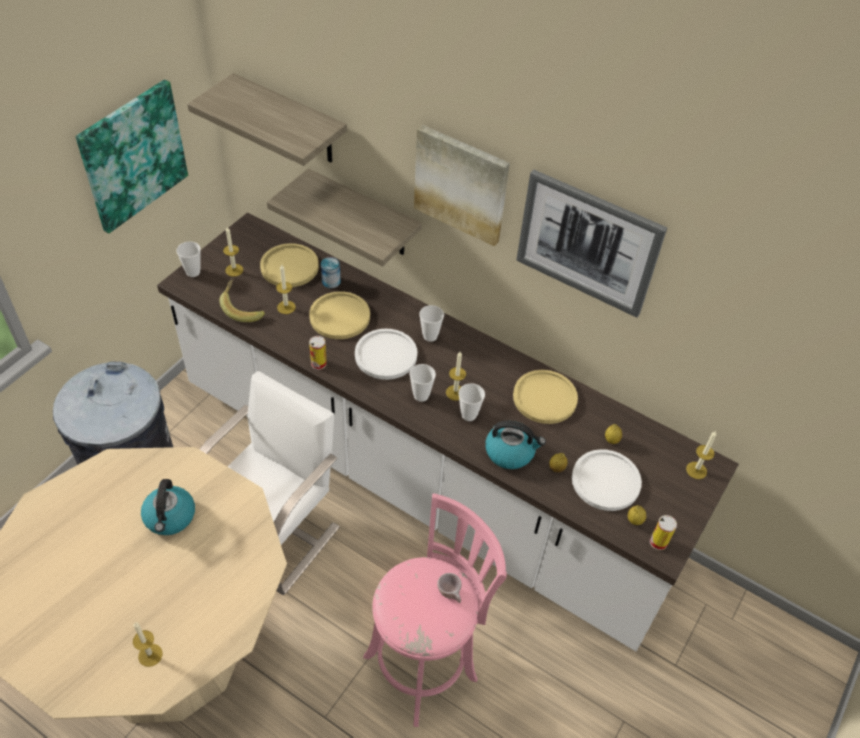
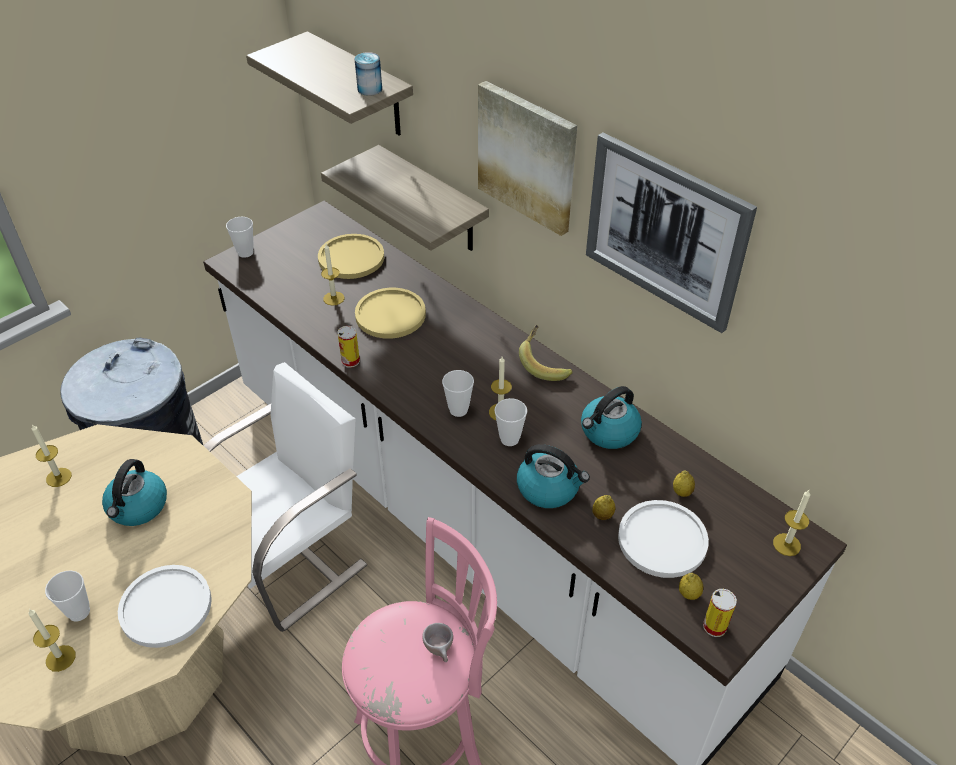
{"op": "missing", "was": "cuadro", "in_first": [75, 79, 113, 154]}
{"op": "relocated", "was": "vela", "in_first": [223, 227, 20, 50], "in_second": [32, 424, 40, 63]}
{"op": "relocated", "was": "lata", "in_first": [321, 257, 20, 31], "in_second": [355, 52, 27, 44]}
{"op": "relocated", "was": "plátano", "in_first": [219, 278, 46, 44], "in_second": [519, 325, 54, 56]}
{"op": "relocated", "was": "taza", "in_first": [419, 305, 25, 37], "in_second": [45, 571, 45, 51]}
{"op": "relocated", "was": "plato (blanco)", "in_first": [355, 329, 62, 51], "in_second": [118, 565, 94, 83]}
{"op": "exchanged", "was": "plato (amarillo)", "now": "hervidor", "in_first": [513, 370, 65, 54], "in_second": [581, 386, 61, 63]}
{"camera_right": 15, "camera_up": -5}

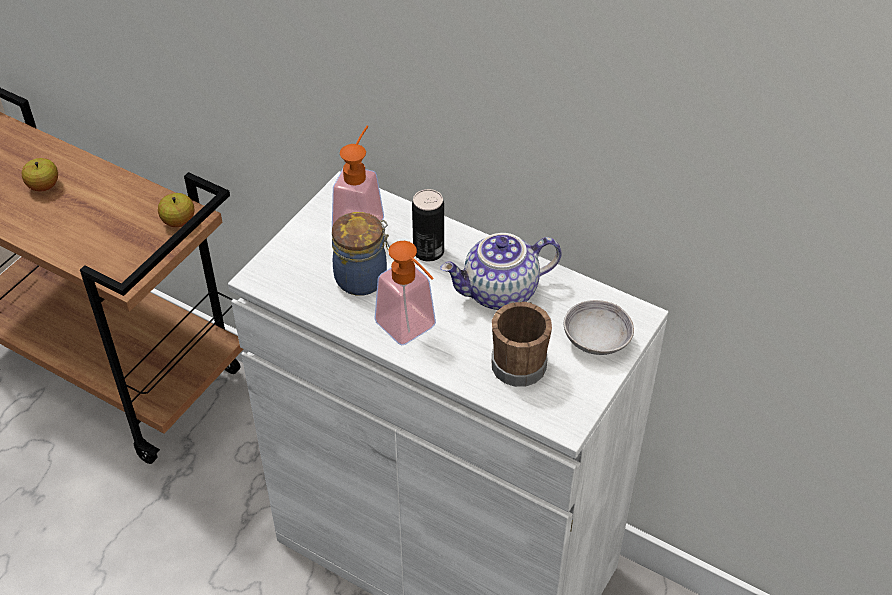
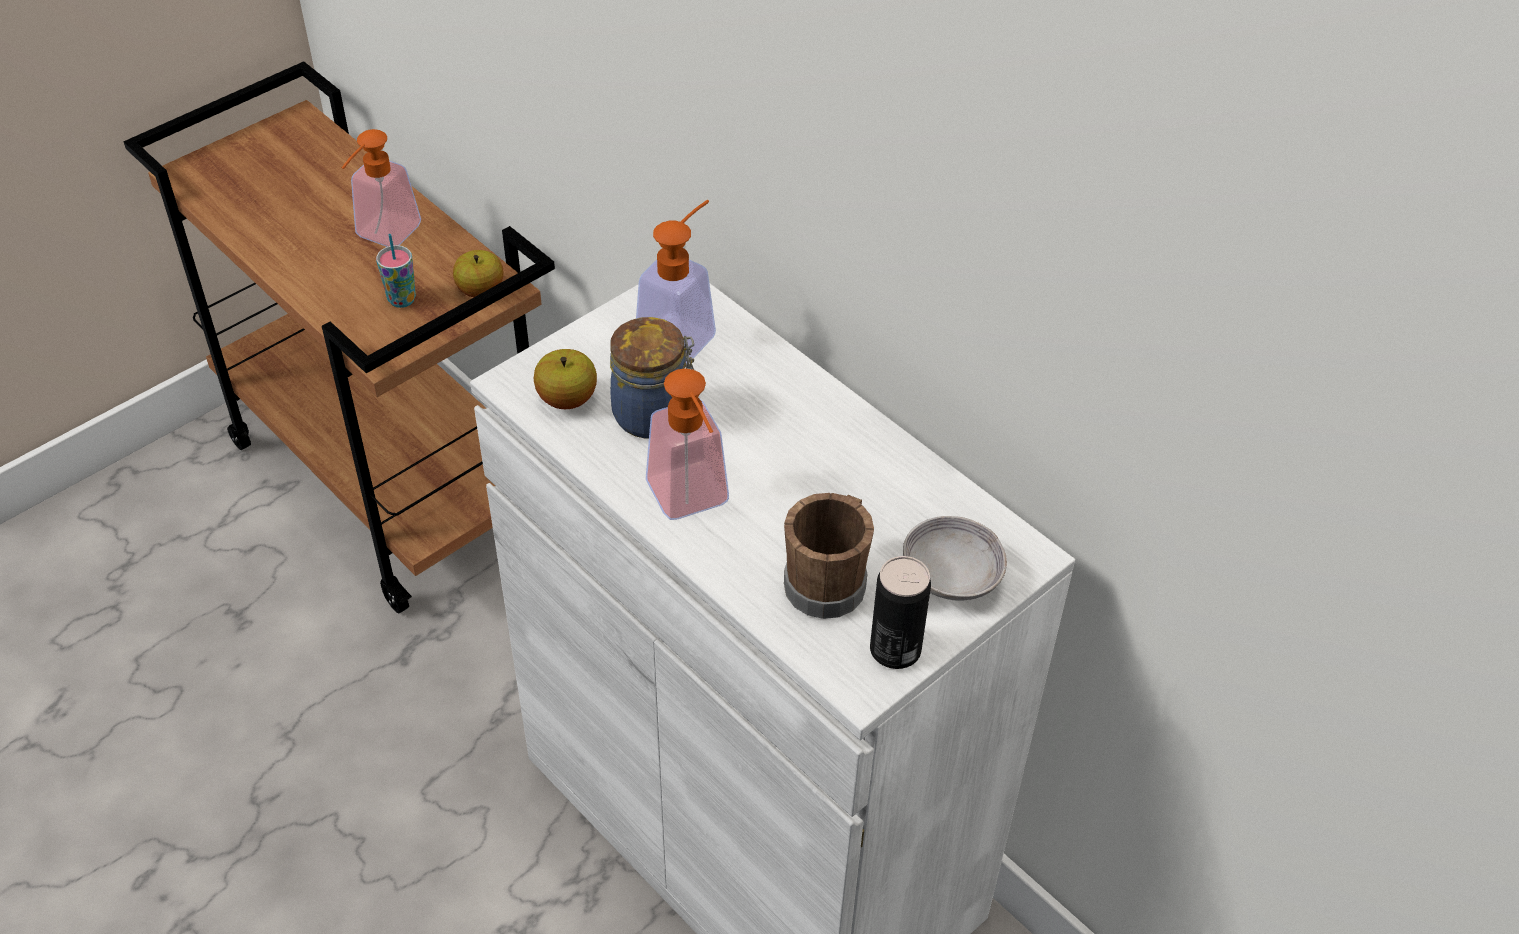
{"op": "relocated", "was": "manzana", "in_first": [22, 158, 36, 33], "in_second": [534, 349, 63, 60]}
{"op": "relocated", "was": "lata", "in_first": [412, 189, 32, 72], "in_second": [870, 556, 61, 113]}
{"op": "missing", "was": "tetera", "in_first": [440, 233, 122, 77]}
{"op": "appeared", "now": "dispensador de jabón", "in_second": [342, 129, 79, 118]}
{"op": "appeared", "now": "taza", "in_second": [376, 234, 40, 74]}
{"camera_right": 15, "camera_up": 0}

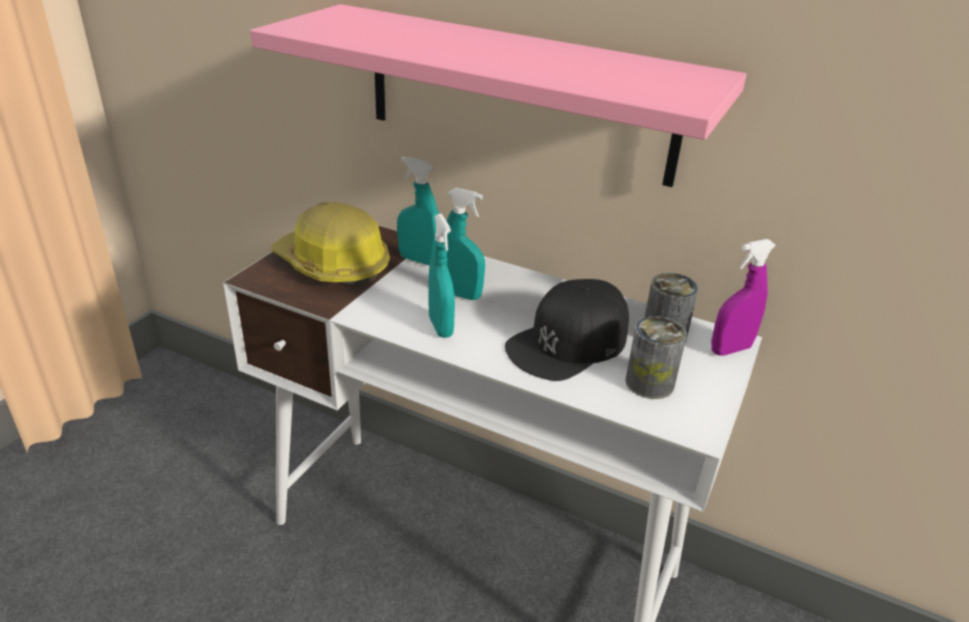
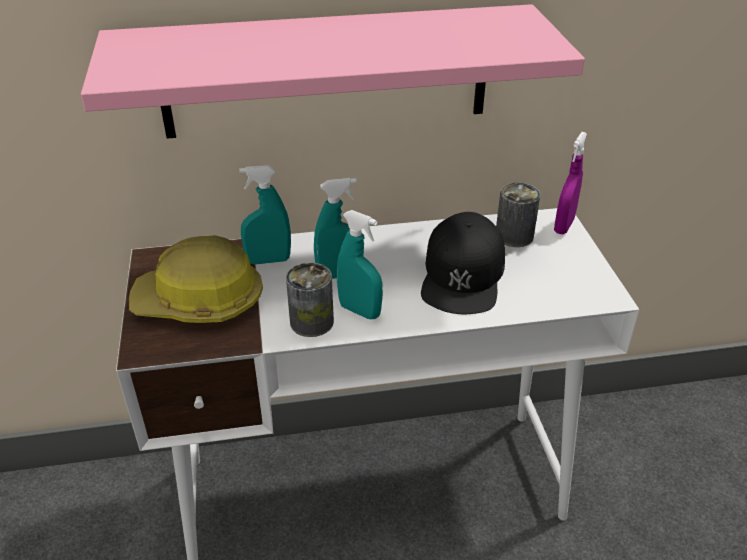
{"op": "relocated", "was": "lata", "in_first": [625, 316, 62, 83], "in_second": [286, 263, 48, 74]}
{"camera_right": -35, "camera_up": 5}

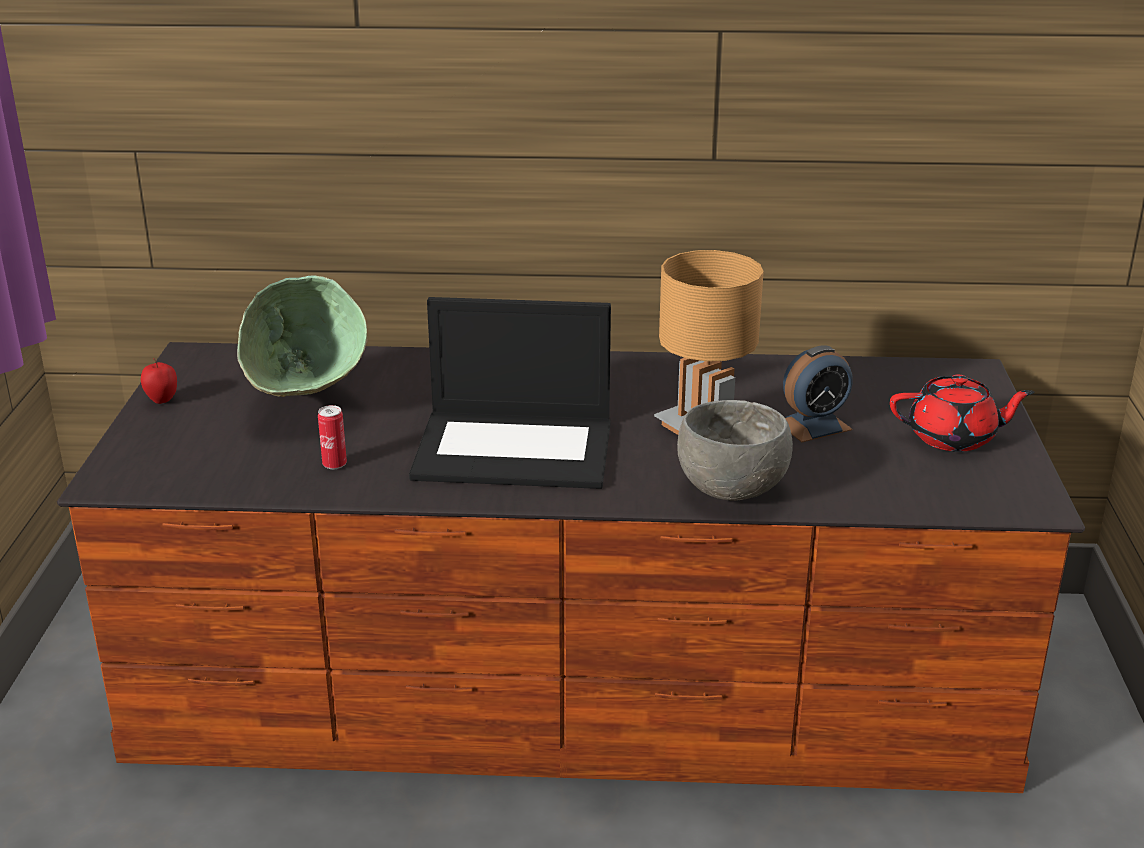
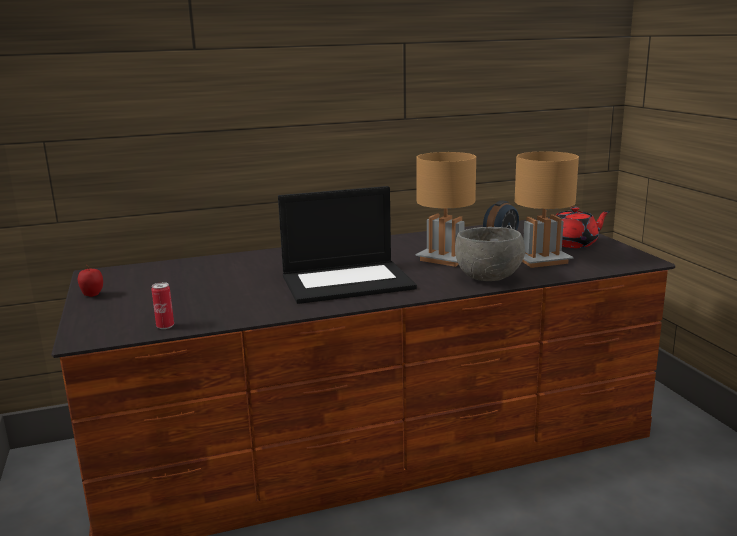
{"op": "missing", "was": "cuenco (verde)", "in_first": [237, 276, 131, 121]}
{"op": "relocated", "was": "lata", "in_first": [318, 405, 29, 64], "in_second": [151, 282, 23, 47]}
{"op": "appeared", "now": "lámpara de mesa (marrón)", "in_second": [515, 151, 64, 117]}
{"camera_right": -20, "camera_up": -10}

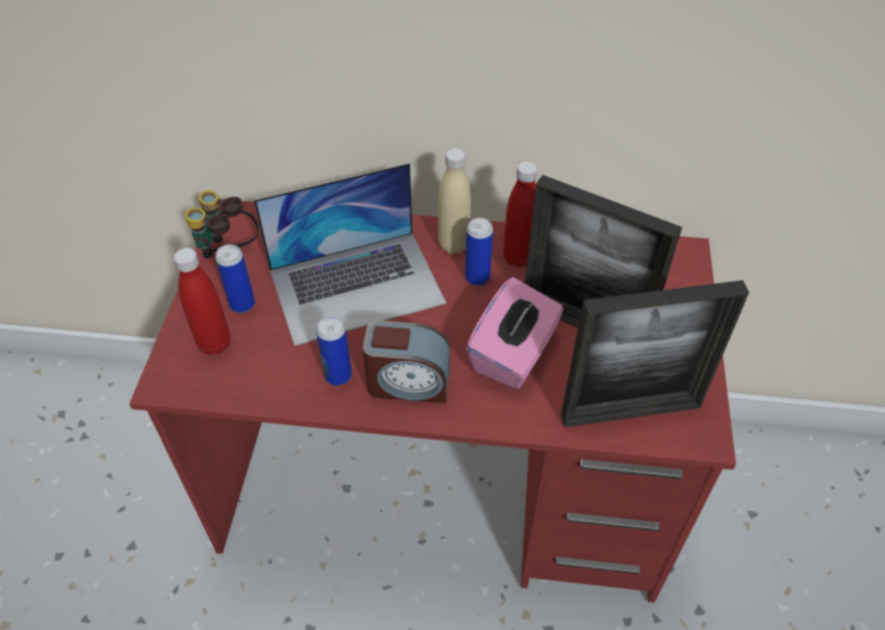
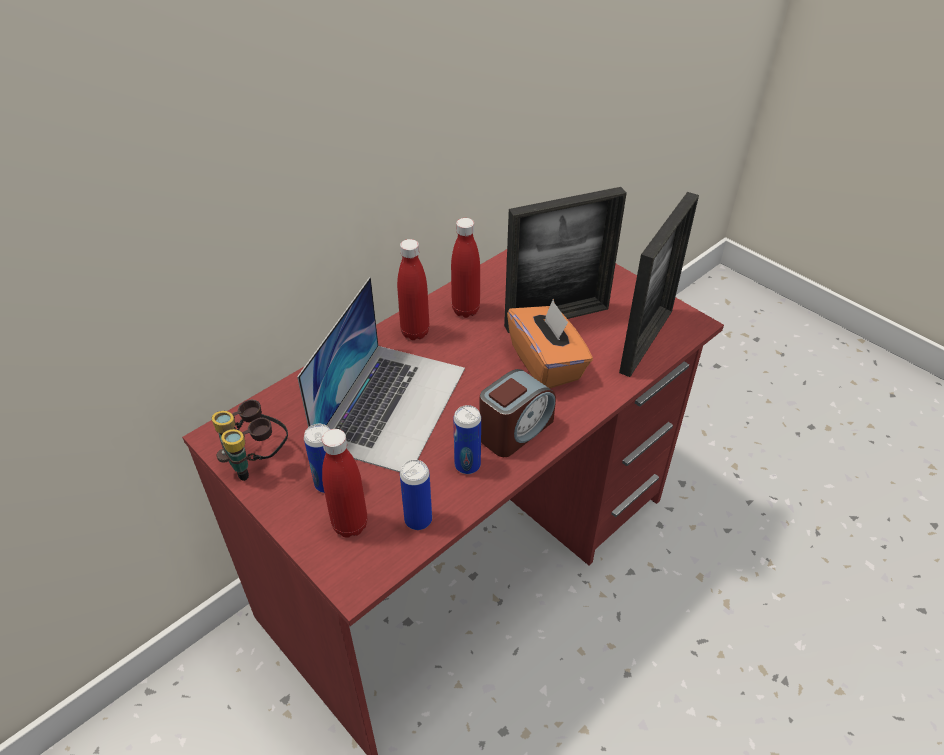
{"op": "colour", "was": "botella (beis)", "now": "botella (rojo)", "in_first": [438, 148, 33, 106], "in_second": [397, 239, 33, 101]}
{"op": "relocated", "was": "lata", "in_first": [465, 218, 28, 68], "in_second": [400, 460, 32, 70]}
{"op": "colour", "was": "caja de pañuelos (rosa)", "now": "caja de pañuelos (naranja)", "in_first": [466, 277, 98, 112], "in_second": [507, 299, 86, 90]}
{"camera_right": -50, "camera_up": -5}

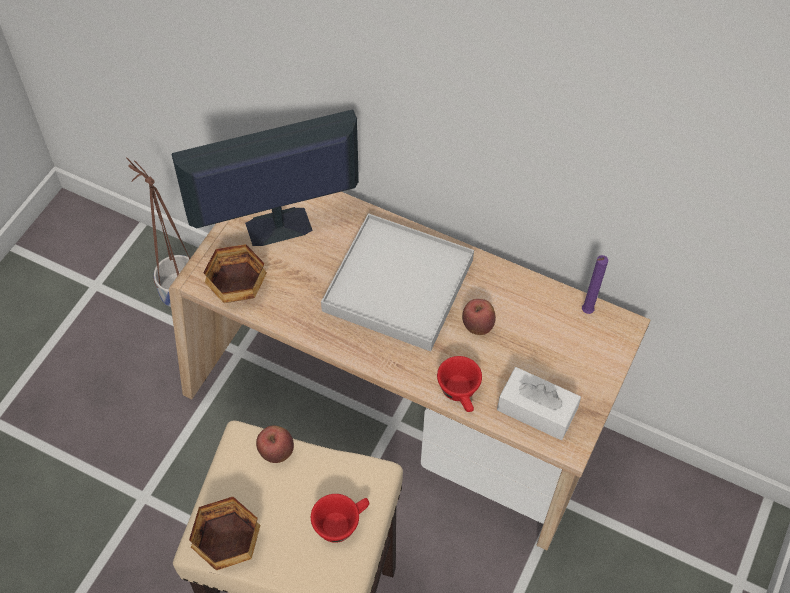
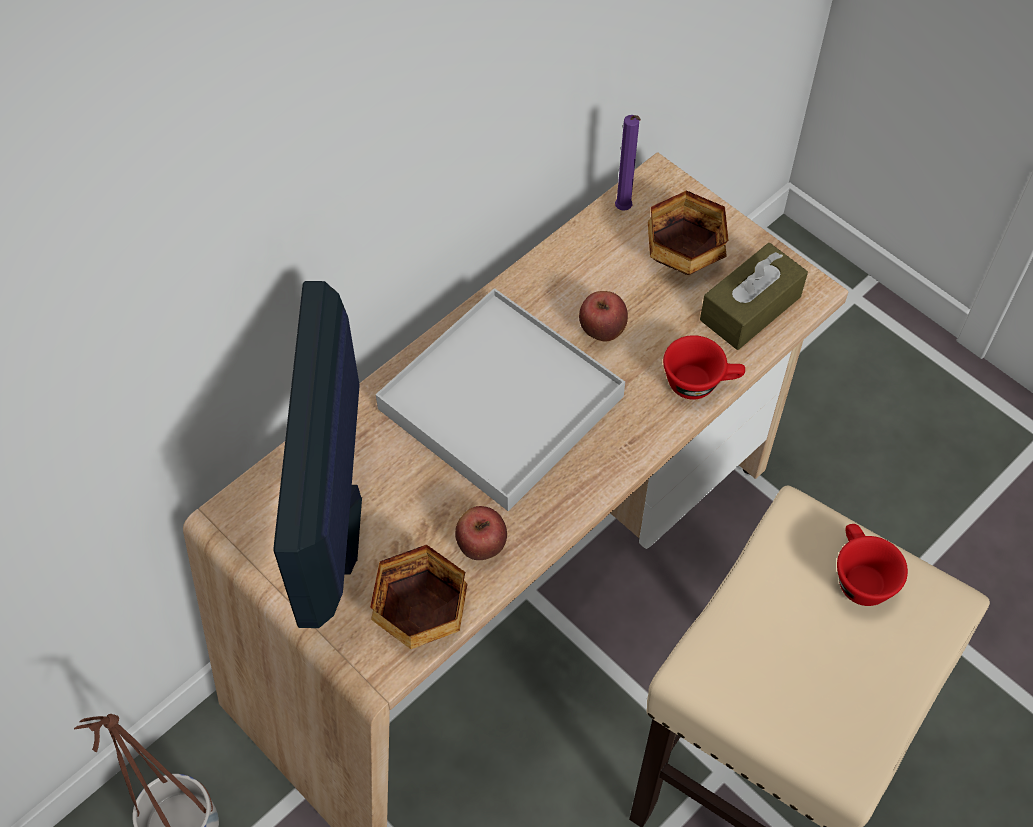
{"op": "colour", "was": "caja de pañuelos (blanco)", "now": "caja de pañuelos (marrón)", "in_first": [497, 367, 84, 73], "in_second": [700, 243, 108, 107]}
{"op": "relocated", "was": "manzana", "in_first": [256, 425, 38, 38], "in_second": [455, 506, 52, 54]}
{"op": "relocated", "was": "cuenco", "in_first": [189, 497, 72, 73], "in_second": [648, 190, 80, 85]}
{"camera_right": -70, "camera_up": 0}

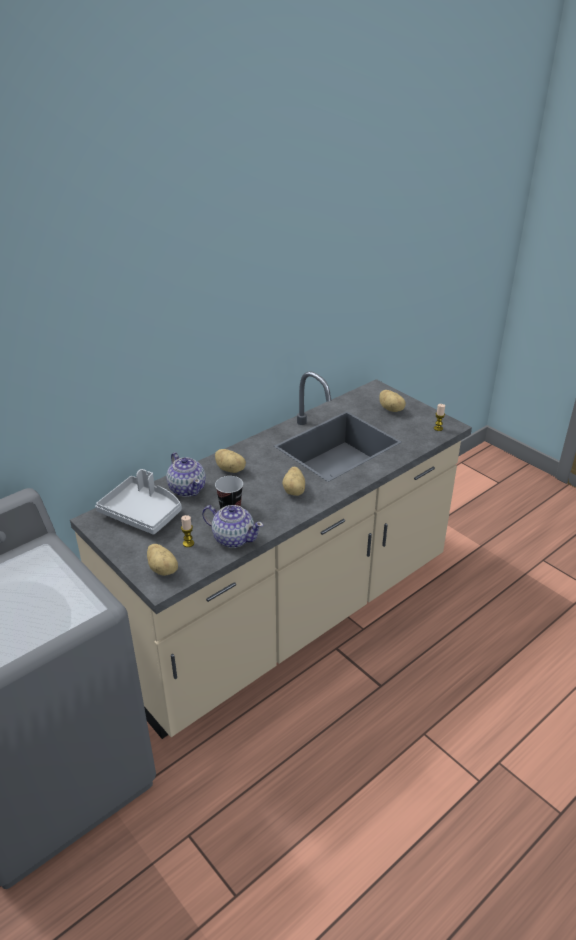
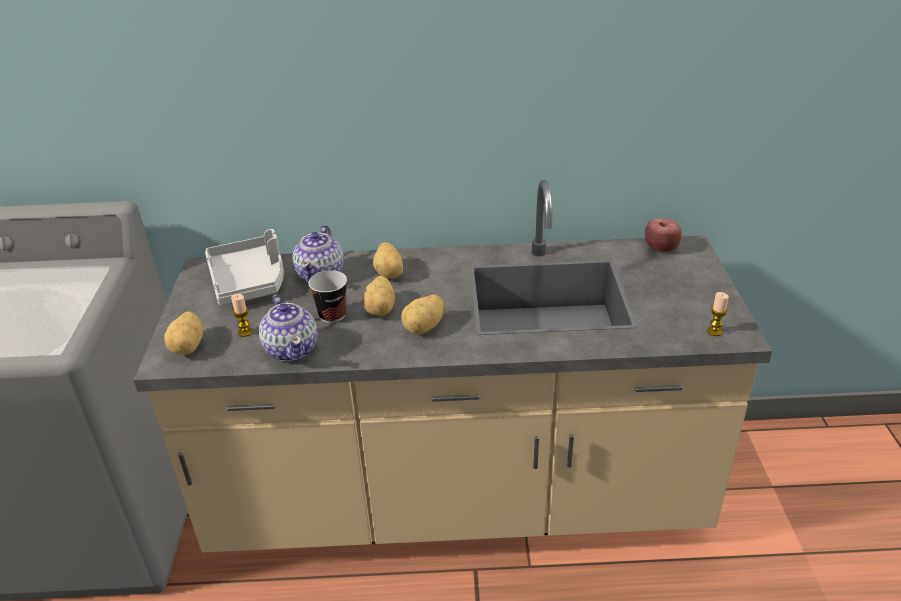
{"op": "relocated", "was": "patata", "in_first": [379, 390, 27, 22], "in_second": [362, 276, 33, 40]}
{"op": "appeared", "now": "manzana", "in_second": [645, 218, 37, 34]}
{"camera_right": 40, "camera_up": 0}

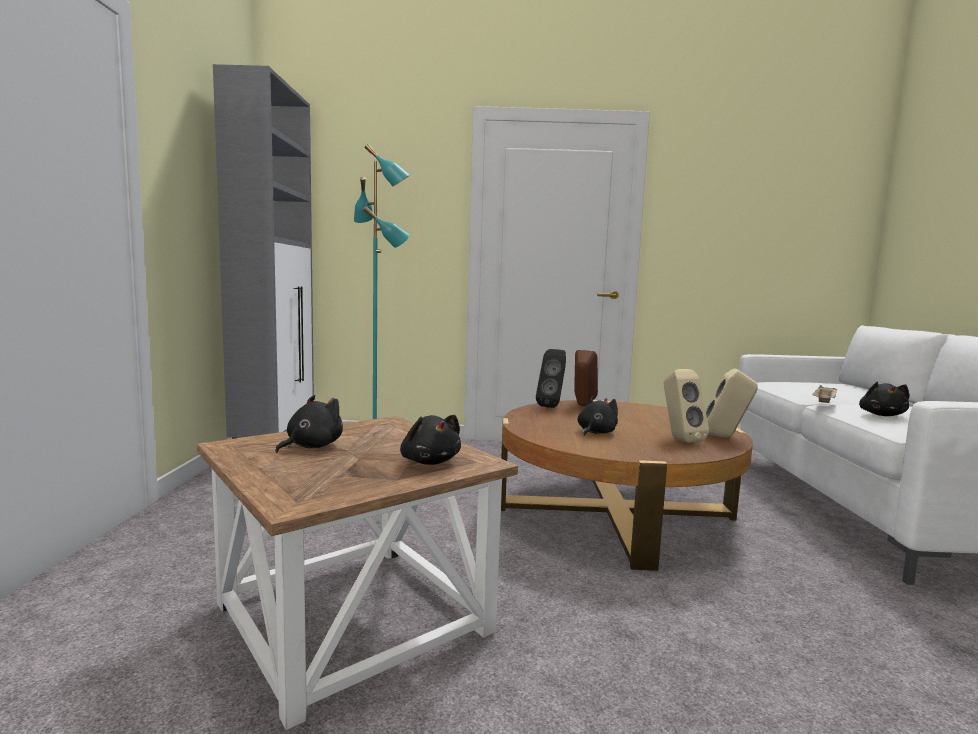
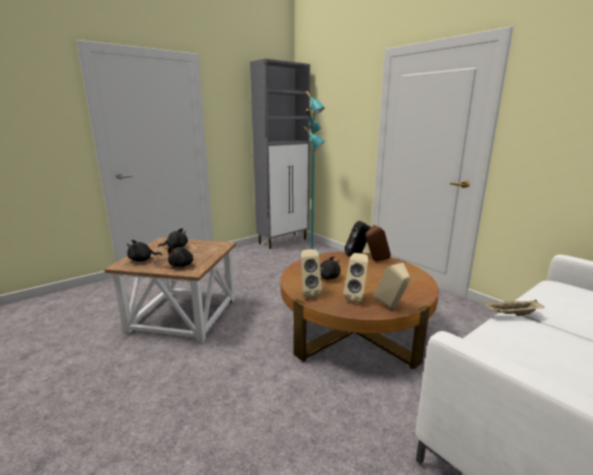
{"op": "relocated", "was": "peluche (negro)", "in_first": [859, 382, 51, 34], "in_second": [127, 240, 35, 22]}
{"op": "appeared", "now": "altavoz (beis)", "in_second": [301, 249, 21, 49]}
{"camera_right": 50, "camera_up": 10}

